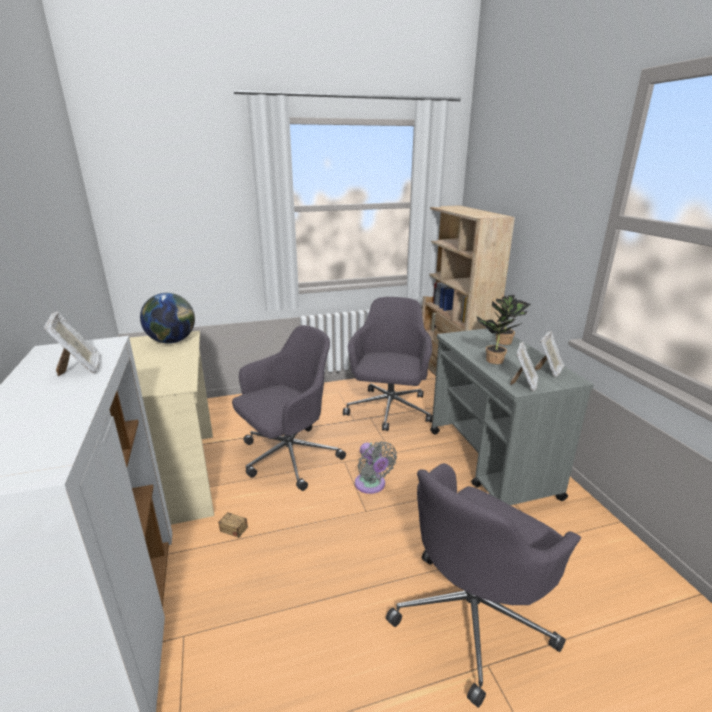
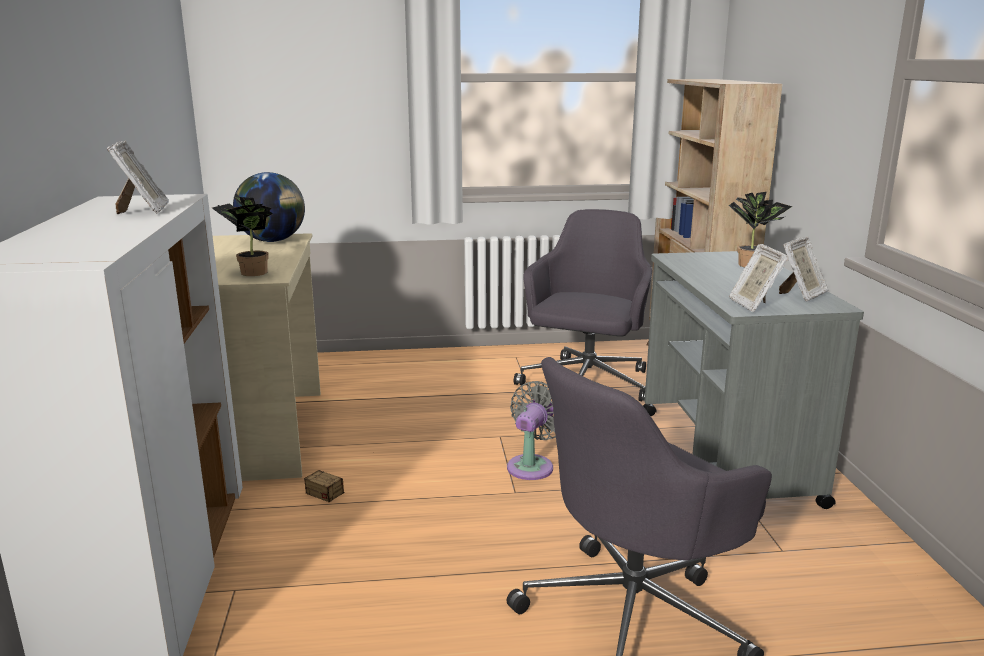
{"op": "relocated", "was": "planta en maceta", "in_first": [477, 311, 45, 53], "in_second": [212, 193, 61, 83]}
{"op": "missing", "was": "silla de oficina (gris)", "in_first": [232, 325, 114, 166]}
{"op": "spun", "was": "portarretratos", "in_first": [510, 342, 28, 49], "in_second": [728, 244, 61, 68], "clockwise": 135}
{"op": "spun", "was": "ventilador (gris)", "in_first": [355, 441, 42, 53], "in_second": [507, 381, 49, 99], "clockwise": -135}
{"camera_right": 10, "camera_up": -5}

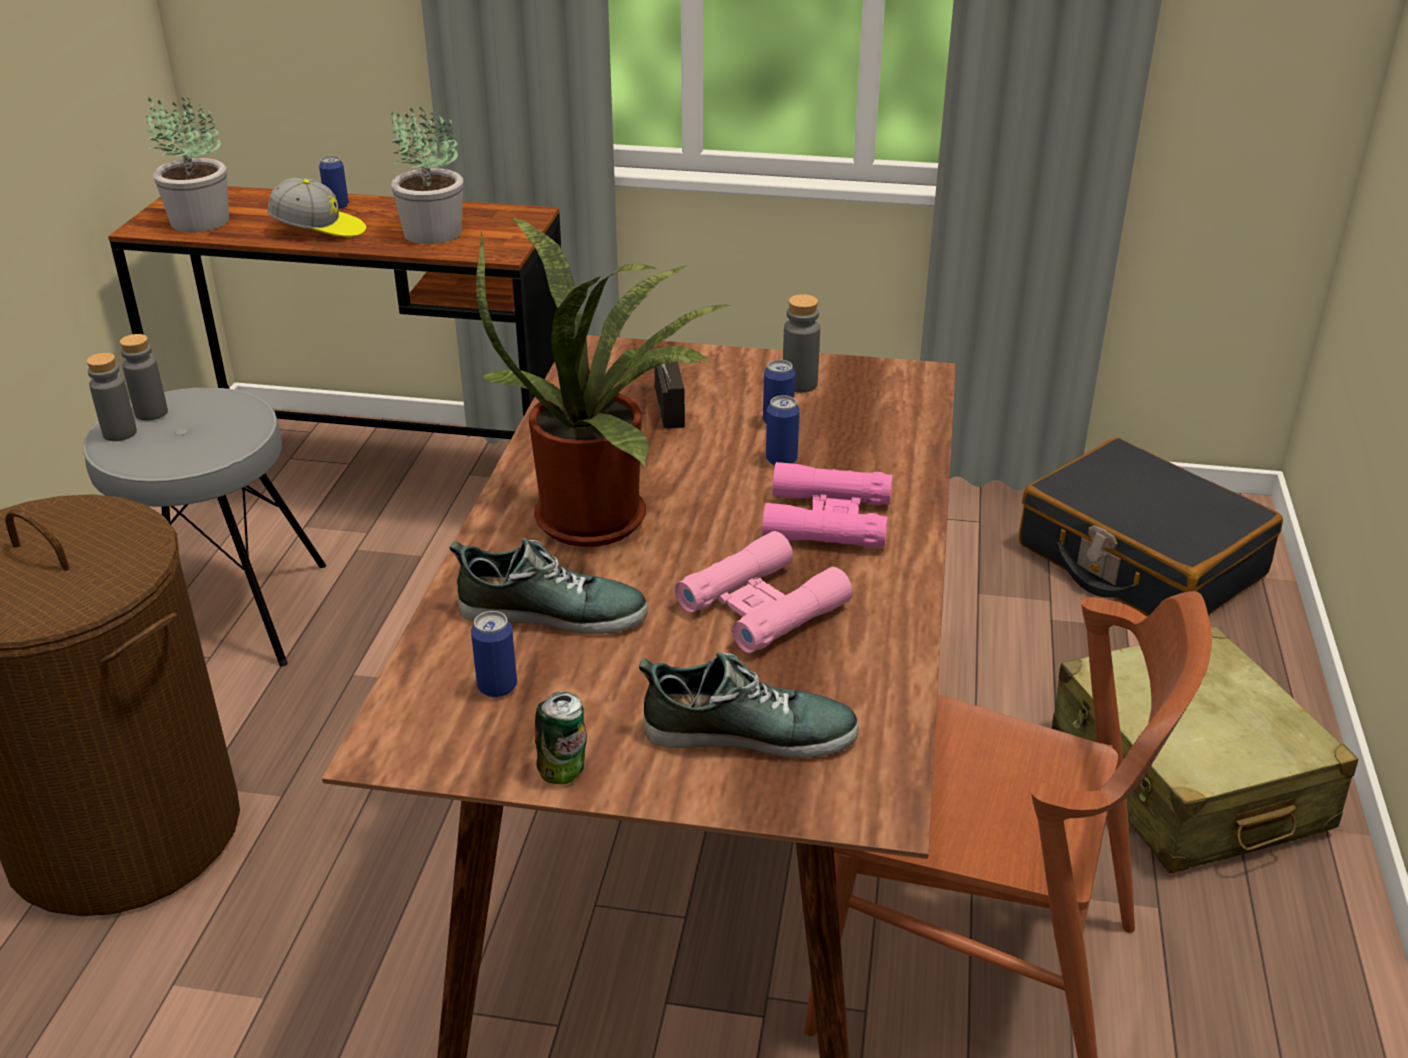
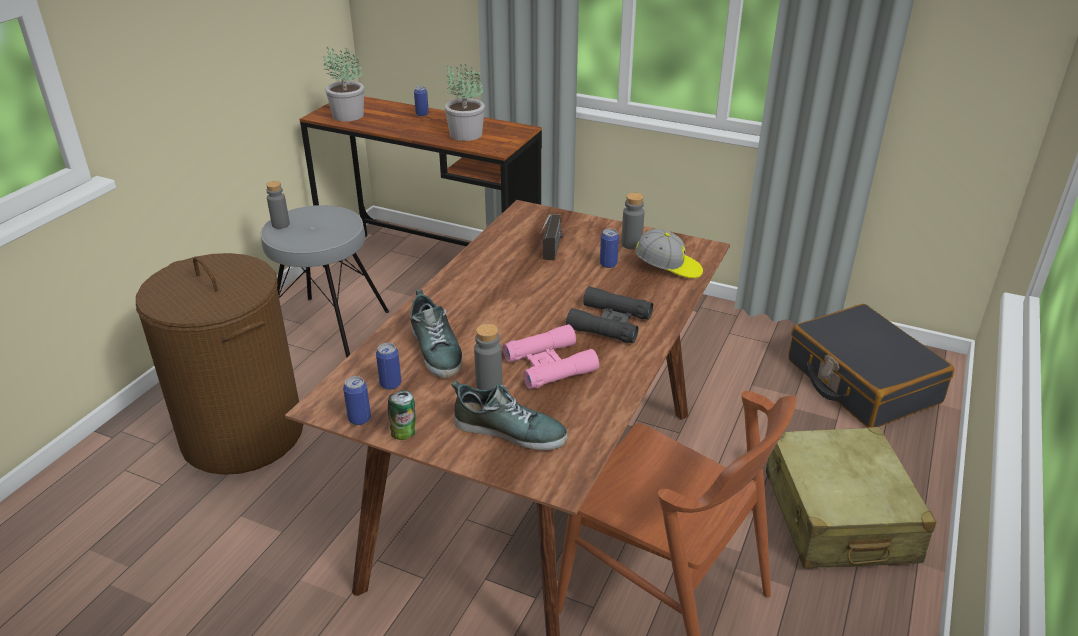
{"op": "relocated", "was": "gorra", "in_first": [268, 178, 98, 59], "in_second": [635, 229, 68, 49]}
{"op": "missing", "was": "planta en maceta", "in_first": [476, 215, 257, 332]}
{"op": "relocated", "was": "botella (gris)", "in_first": [120, 334, 48, 87], "in_second": [474, 324, 28, 66]}
{"op": "relocated", "was": "lata", "in_first": [766, 395, 34, 71], "in_second": [343, 376, 28, 49]}
{"op": "colour", "was": "prismáticos (rosa)", "now": "prismáticos (negro)", "in_first": [762, 462, 131, 86], "in_second": [566, 286, 87, 57]}
{"op": "spun", "was": "zapato", "in_first": [449, 538, 199, 96], "in_second": [410, 289, 53, 89], "clockwise": 45}
{"camera_right": 15, "camera_up": 0}

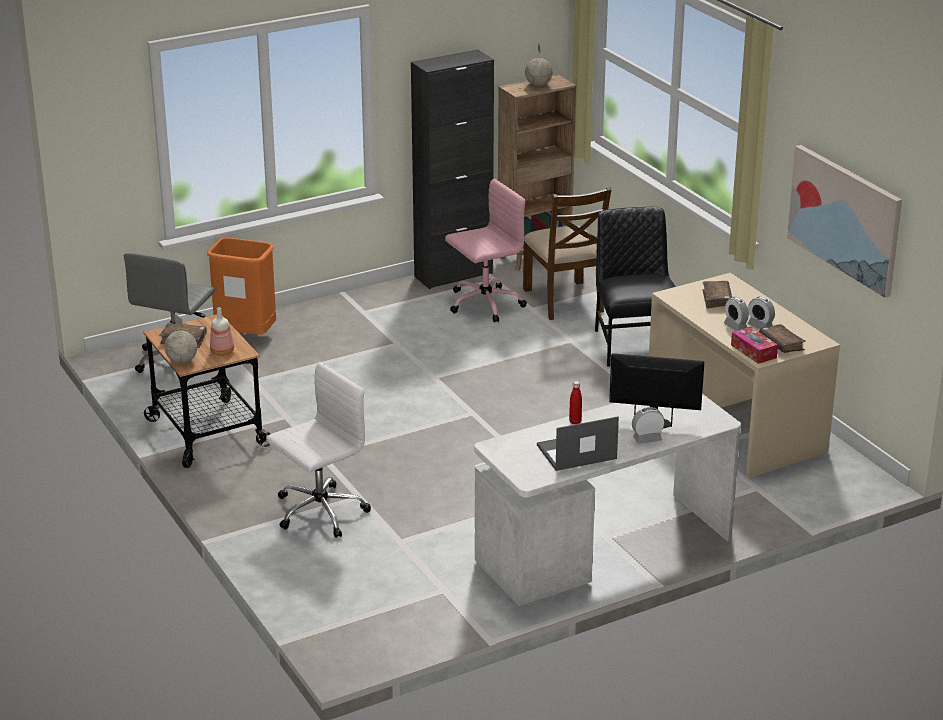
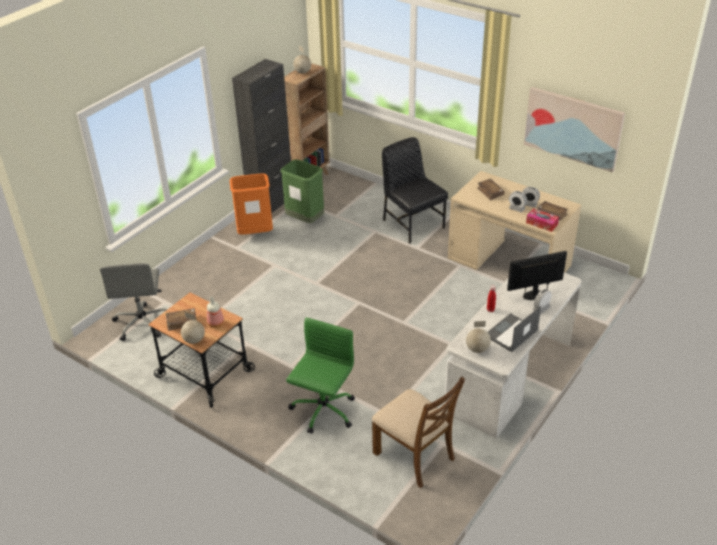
{"op": "exchanged", "was": "silla de oficina (rosa)", "now": "papelera (verde)", "in_first": [445, 179, 82, 144], "in_second": [280, 159, 44, 64]}
{"op": "relocated", "was": "silla (marrón)", "in_first": [523, 187, 88, 133], "in_second": [372, 376, 93, 112]}
{"op": "relocated", "was": "papelera (naranja)", "in_first": [207, 238, 69, 97], "in_second": [230, 173, 43, 62]}
{"op": "colour", "was": "silla de oficina (blanco)", "now": "silla de oficina (verde)", "in_first": [266, 362, 105, 176], "in_second": [286, 318, 69, 116]}
{"op": "appeared", "now": "globo terráqueo", "in_second": [466, 321, 25, 32]}
{"camera_right": -25, "camera_up": 10}

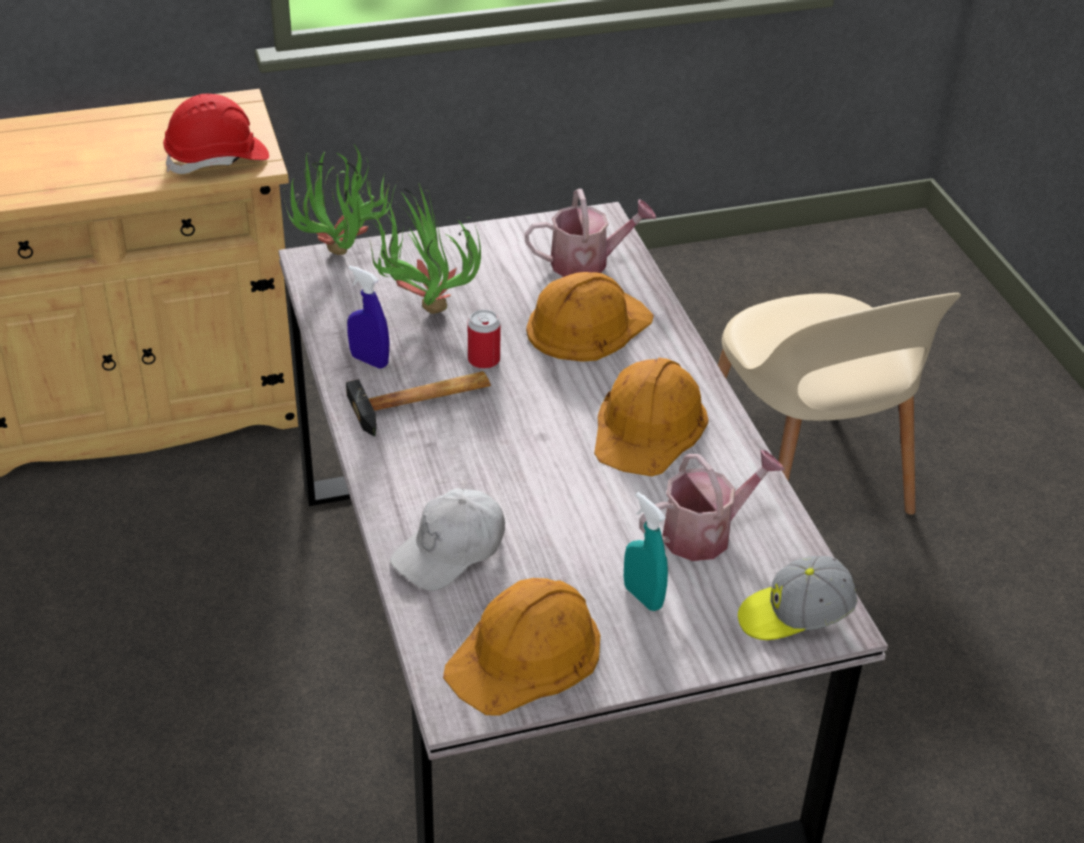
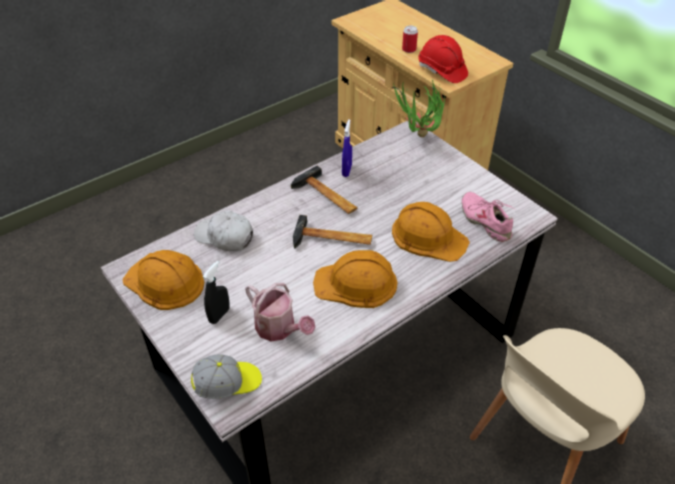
{"op": "missing", "was": "planta en maceta", "in_first": [370, 184, 111, 130]}
{"op": "exchanged", "was": "regadera", "now": "zapato (rosa)", "in_first": [525, 189, 131, 88], "in_second": [462, 192, 54, 50]}
{"op": "relocated", "was": "lata", "in_first": [468, 310, 33, 59], "in_second": [402, 26, 16, 27]}
{"op": "colour", "was": "pulverizador (turquesa)", "now": "pulverizador (negro)", "in_first": [624, 492, 44, 119], "in_second": [203, 261, 27, 63]}
{"op": "spun", "was": "gorra", "in_first": [738, 556, 120, 84], "in_second": [191, 354, 71, 45], "clockwise": 105}
{"op": "appeared", "now": "martillo", "in_second": [293, 215, 79, 34]}
{"camera_right": 70, "camera_up": 5}

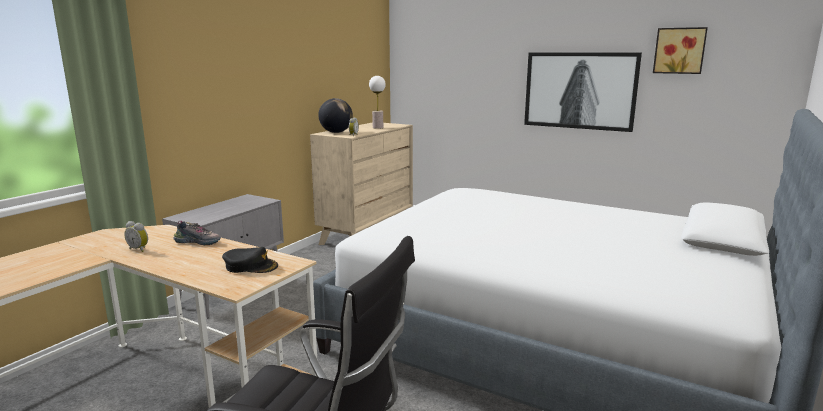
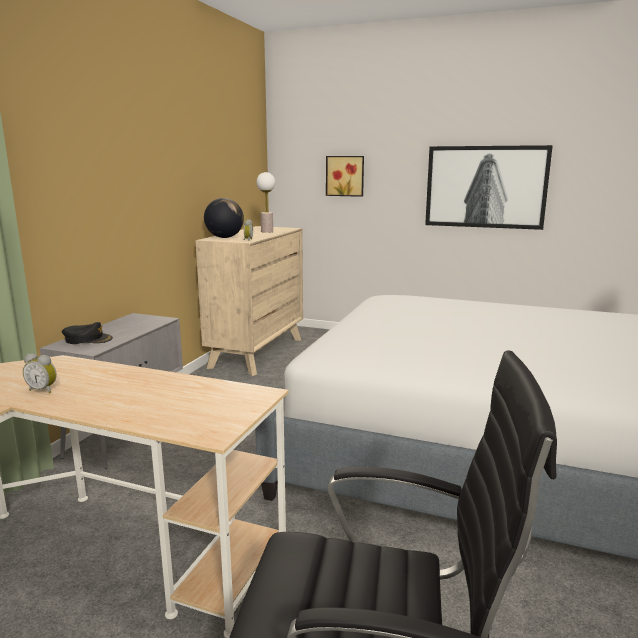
{"op": "relocated", "was": "cuadro", "in_first": [653, 27, 55, 47], "in_second": [326, 156, 38, 41]}
{"op": "missing", "was": "zapato", "in_first": [173, 221, 48, 24]}
{"op": "relocated", "was": "gorra (negro)", "in_first": [222, 247, 56, 26], "in_second": [62, 322, 51, 22]}
{"camera_right": -10, "camera_up": 0}

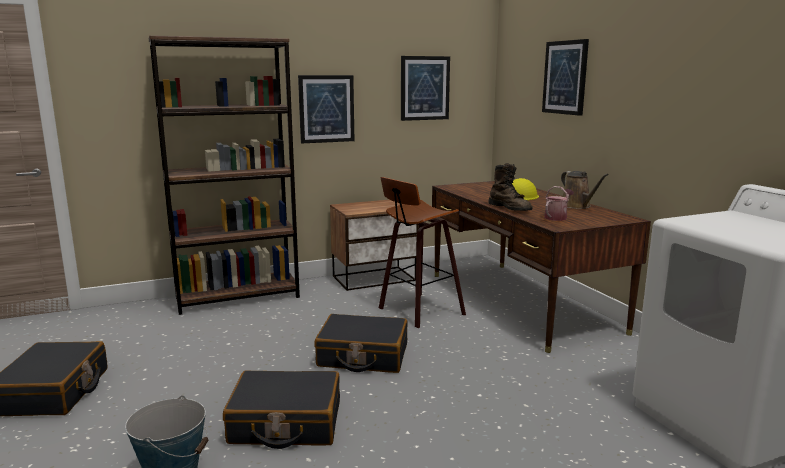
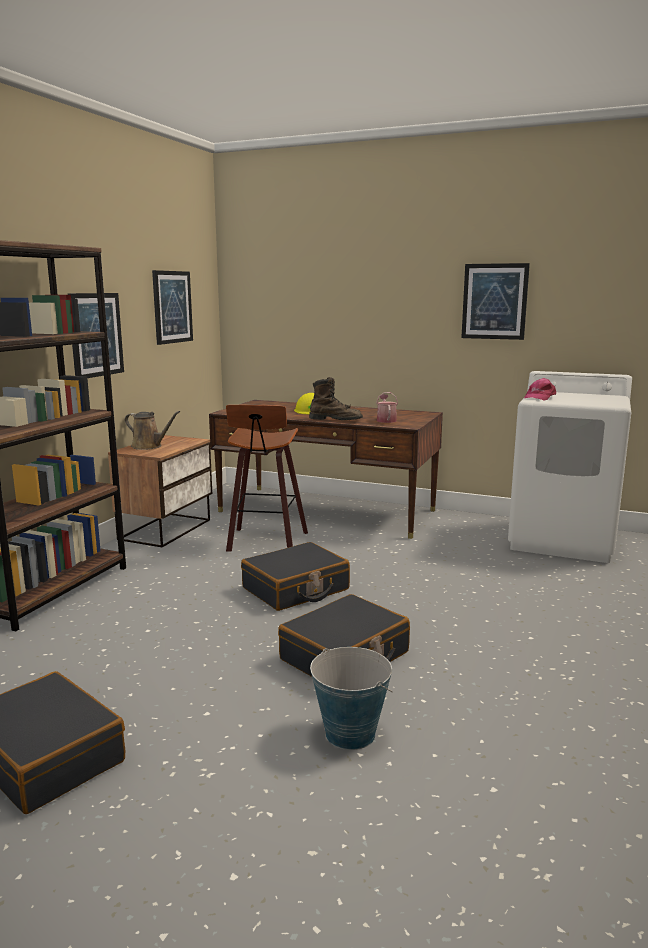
{"op": "relocated", "was": "cuadro", "in_first": [542, 39, 47, 77], "in_second": [461, 263, 69, 77]}
{"op": "relocated", "was": "regadera (marrón)", "in_first": [561, 171, 48, 38], "in_second": [125, 411, 55, 39]}
{"op": "appeared", "now": "gorra (rosa)", "in_second": [524, 378, 32, 23]}
{"camera_right": -45, "camera_up": 0}

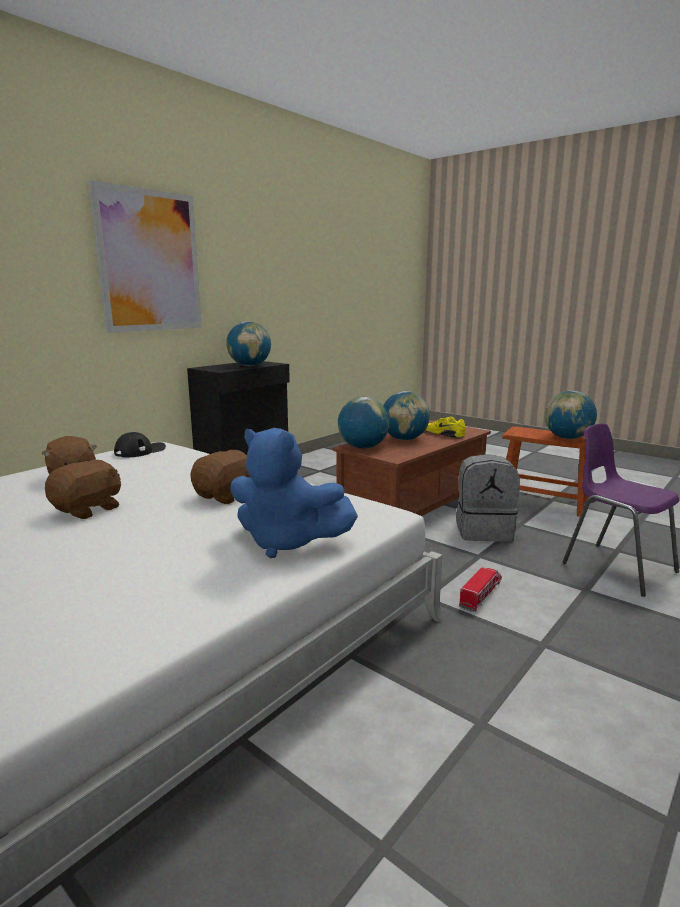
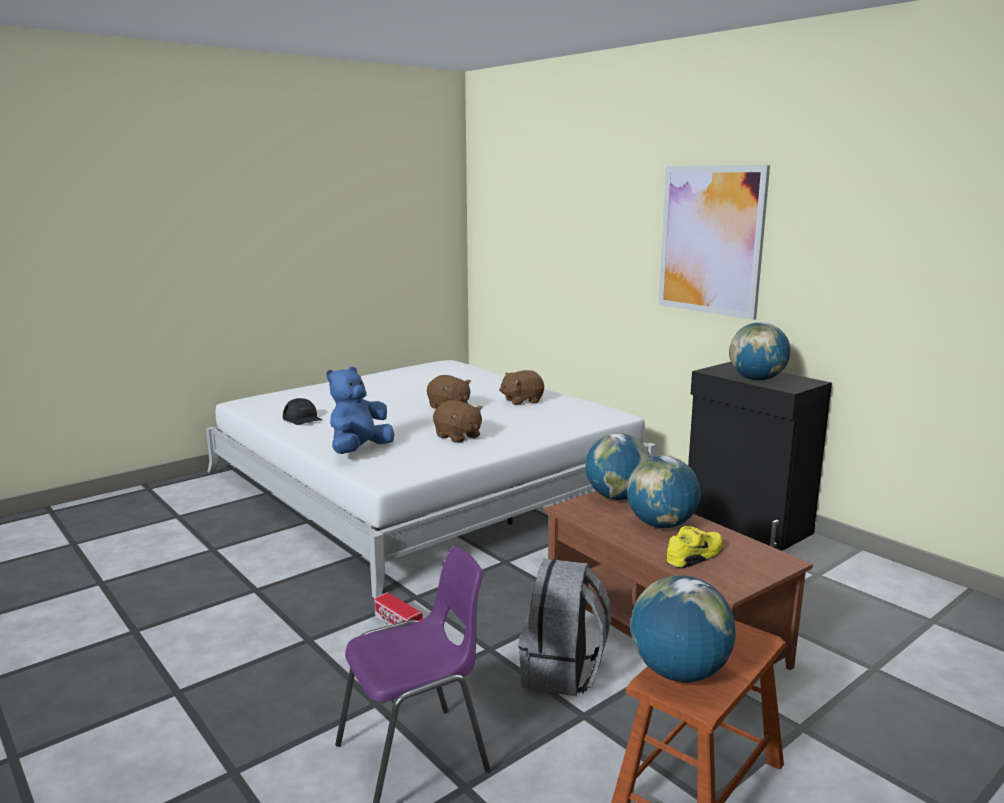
{"op": "relocated", "was": "gorra (negro)", "in_first": [114, 432, 52, 25], "in_second": [283, 398, 40, 27]}
{"camera_right": 100, "camera_up": 0}

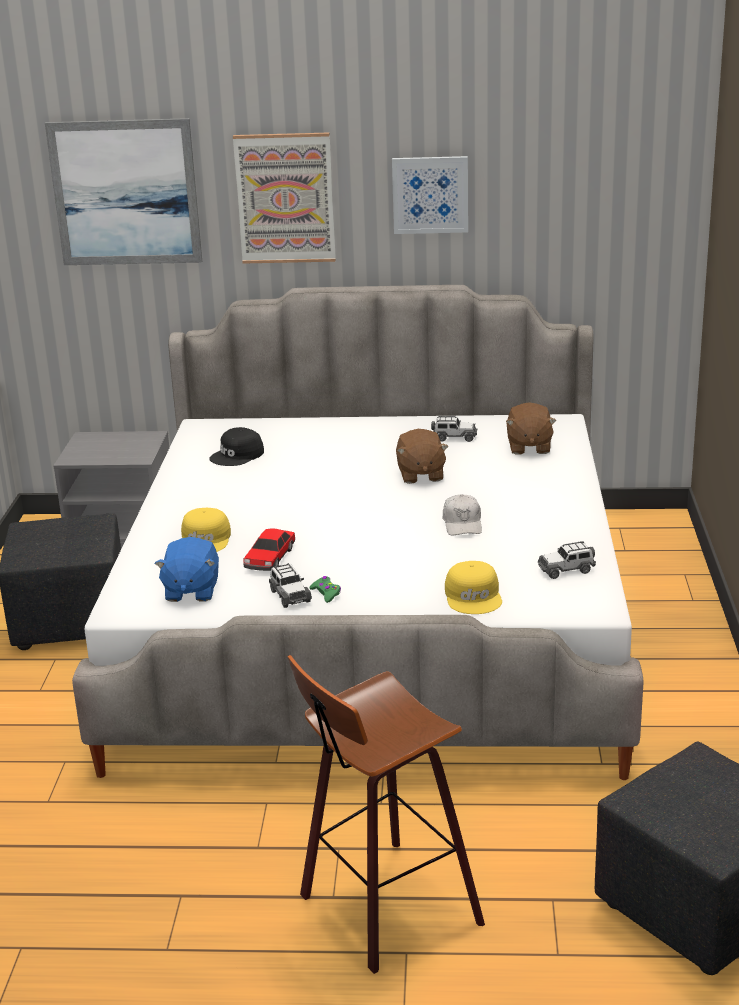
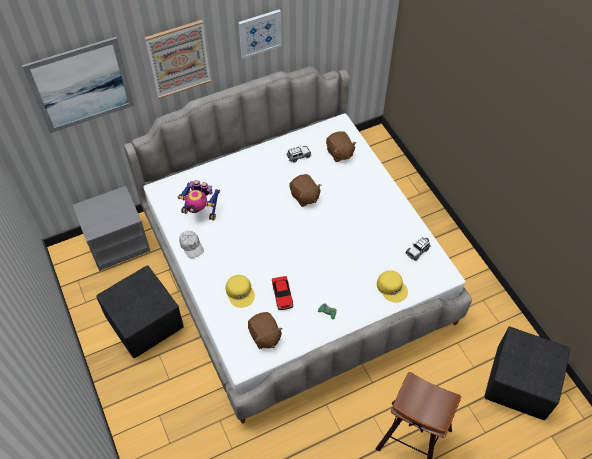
{"op": "exchanged", "was": "gorra (negro)", "now": "robot de juguete", "in_first": [209, 427, 55, 39], "in_second": [178, 180, 42, 41]}
{"op": "relocated", "was": "gorra (blanco)", "in_first": [442, 494, 40, 41], "in_second": [179, 231, 25, 27]}
{"op": "colour", "was": "peluche (azul)", "now": "peluche (marrón)", "in_first": [154, 537, 65, 65], "in_second": [248, 312, 35, 37]}
{"op": "missing", "was": "coche de juguete", "in_first": [269, 563, 43, 45]}
{"camera_right": -30, "camera_up": 30}

